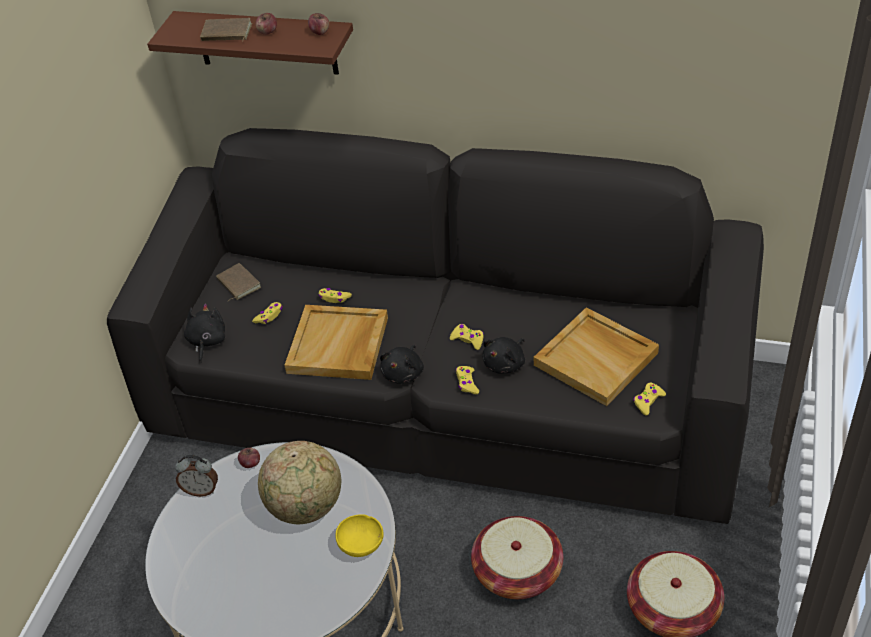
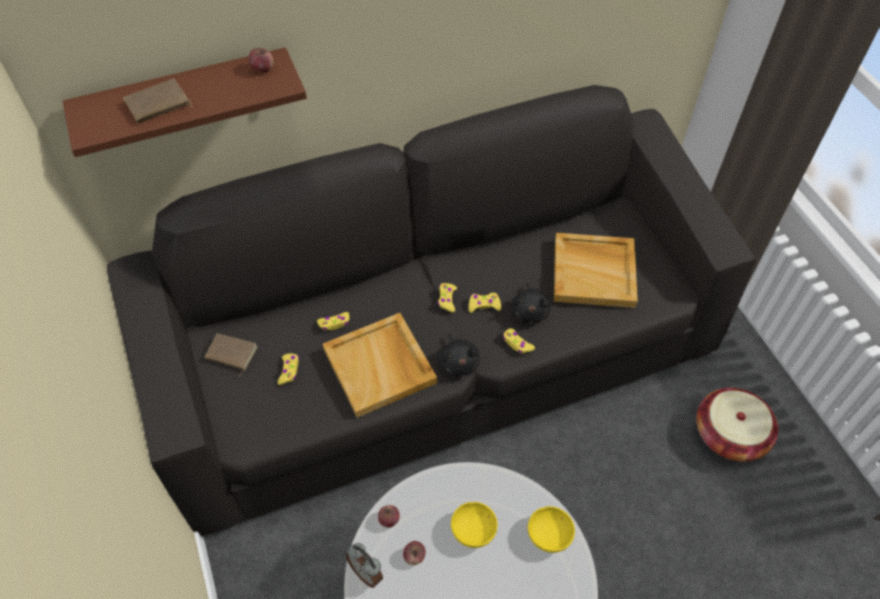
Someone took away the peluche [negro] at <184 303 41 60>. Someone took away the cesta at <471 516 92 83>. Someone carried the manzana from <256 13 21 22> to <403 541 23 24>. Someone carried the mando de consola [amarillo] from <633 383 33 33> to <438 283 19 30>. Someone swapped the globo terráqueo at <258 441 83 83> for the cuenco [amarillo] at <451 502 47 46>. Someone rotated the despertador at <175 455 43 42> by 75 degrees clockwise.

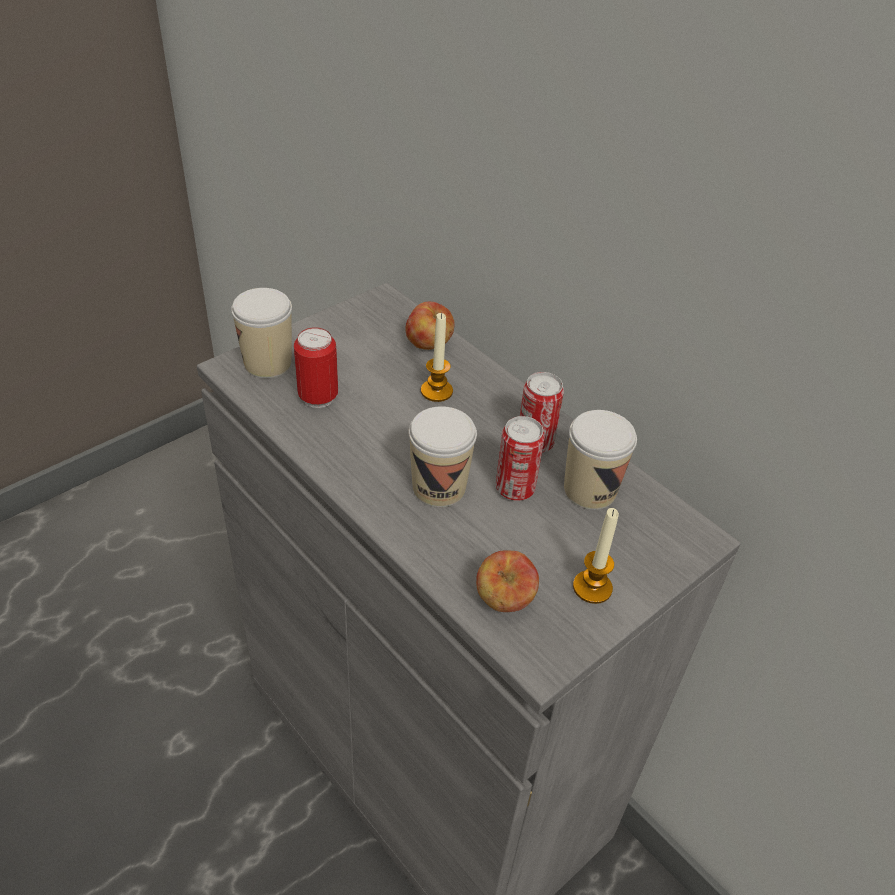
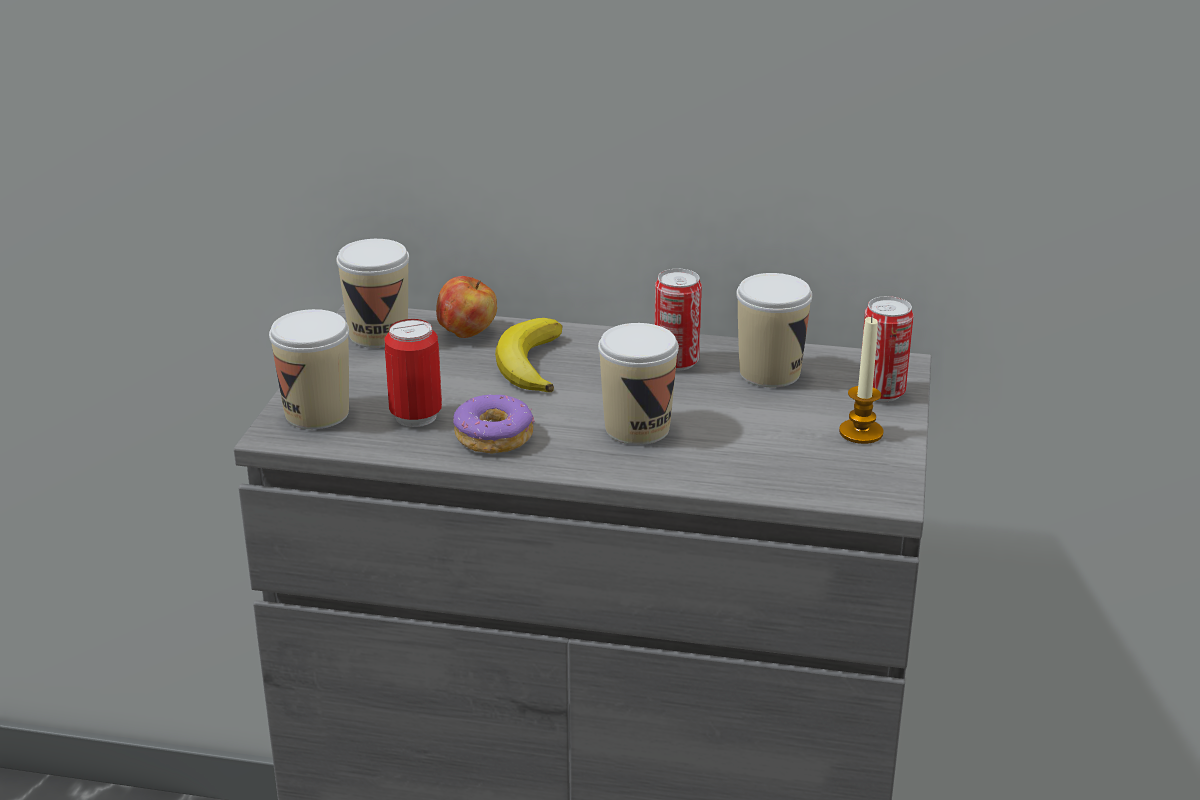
Someone took away the manzana at <476 550 63 62>. Someone put down the taza at <336 239 73 109>. Someone put down the rosquilla at <453 394 82 60>. Someone carried the lata from <496 416 49 85> to <860 296 54 106>. Someone swapped the vela at <421 313 32 89> for the plátano at <495 318 67 74>.

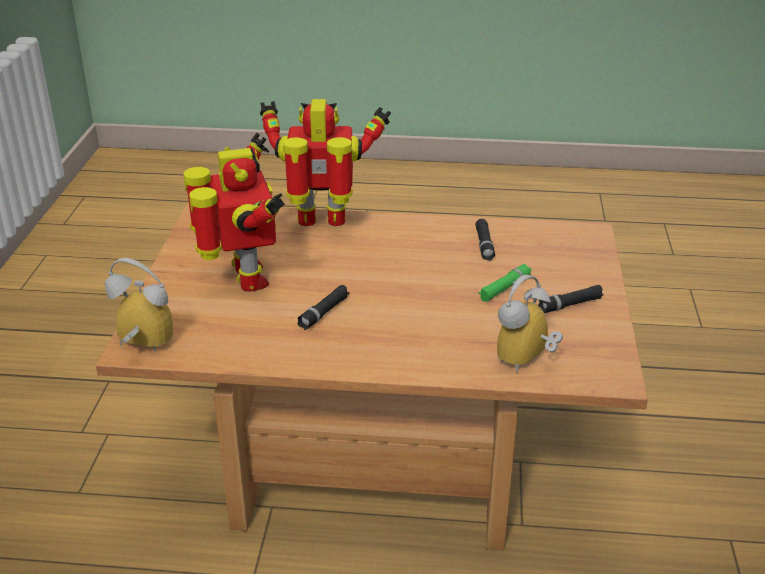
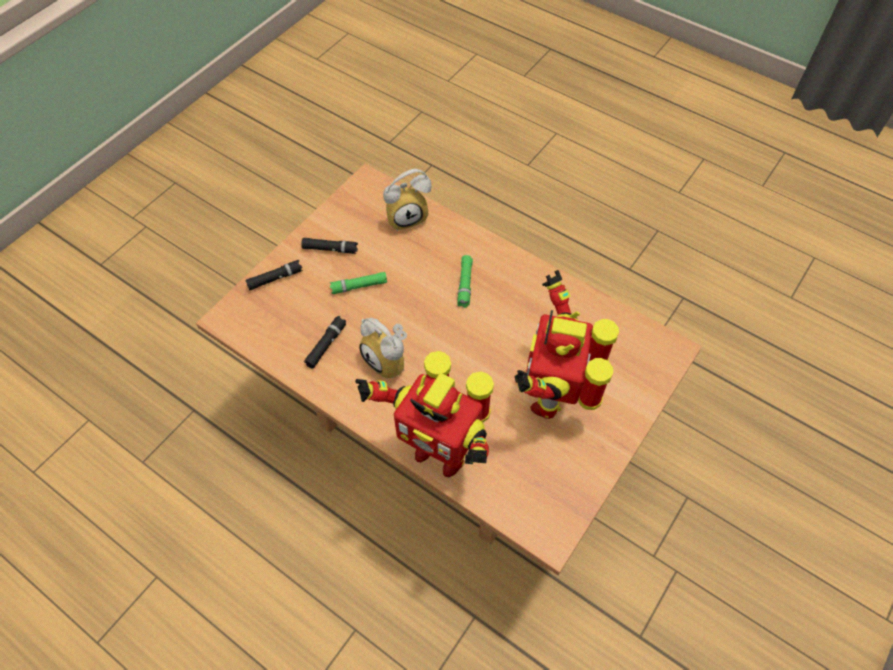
Someone put down the linterna [verde] at <457 255 16 53>. Someone carried the despertador from <105 258 68 94> to <359 318 48 60>. Someone carried the linterna [negro] from <297 285 52 45> to <245 260 58 30>.

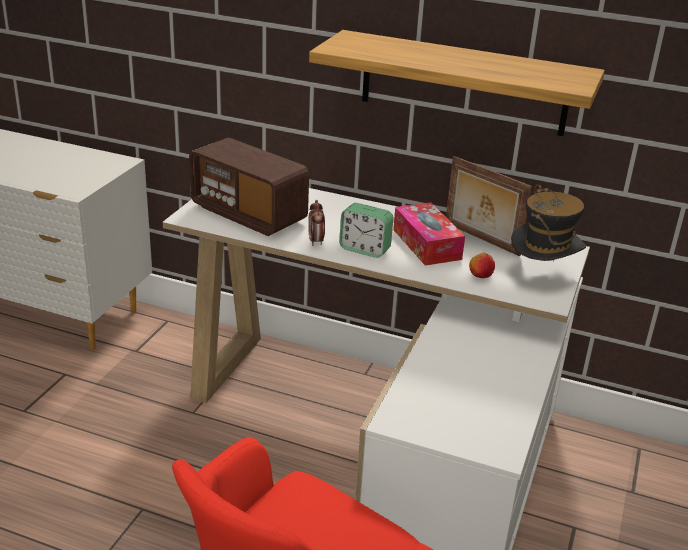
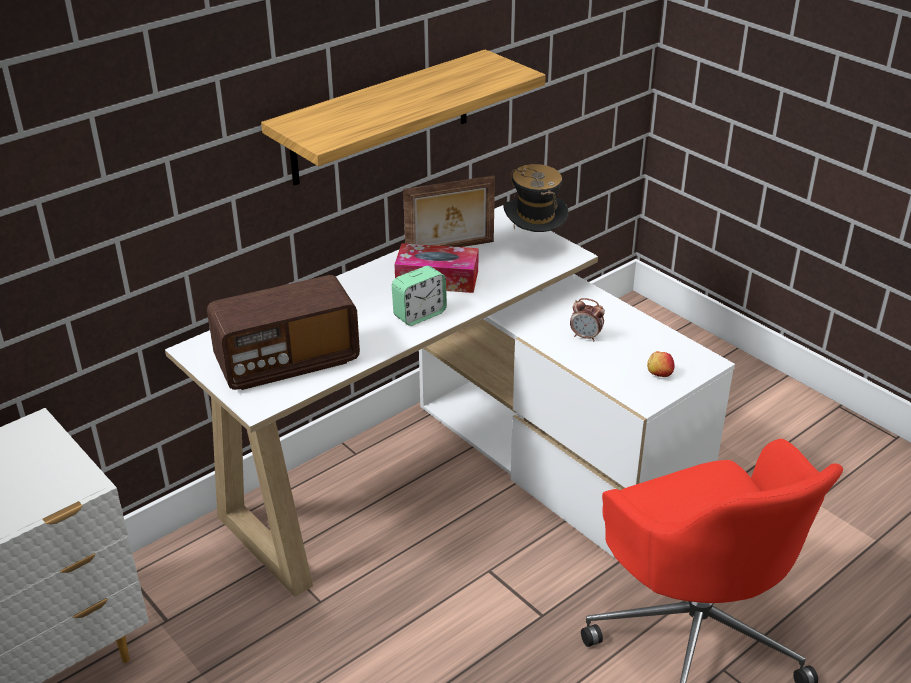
Someone carried the despertador from <308 200 17 46> to <570 298 35 43>. Someone carried the manzana from <469 253 26 25> to <647 351 27 26>.

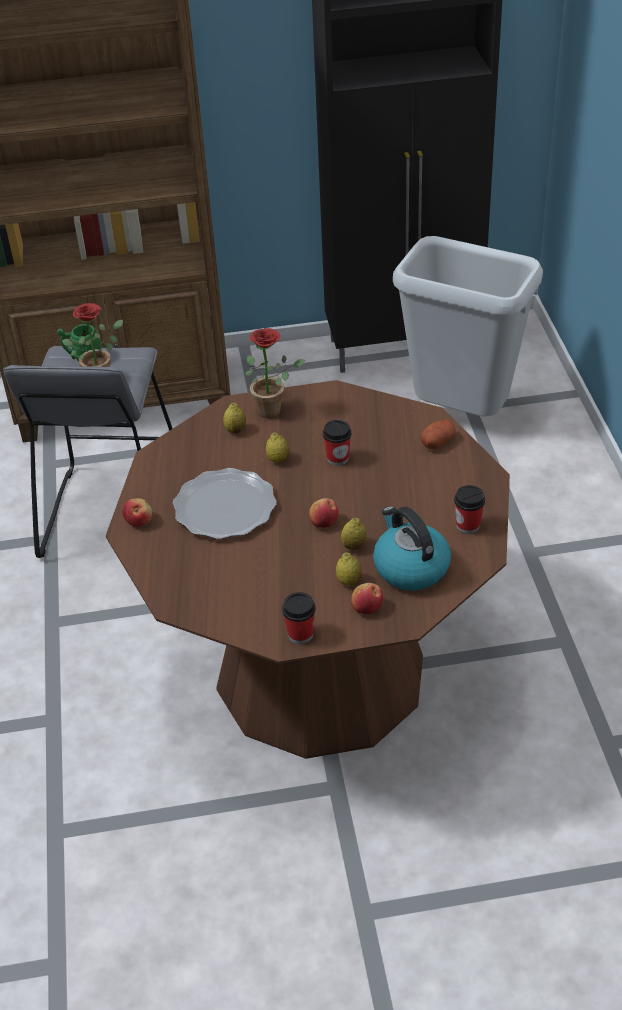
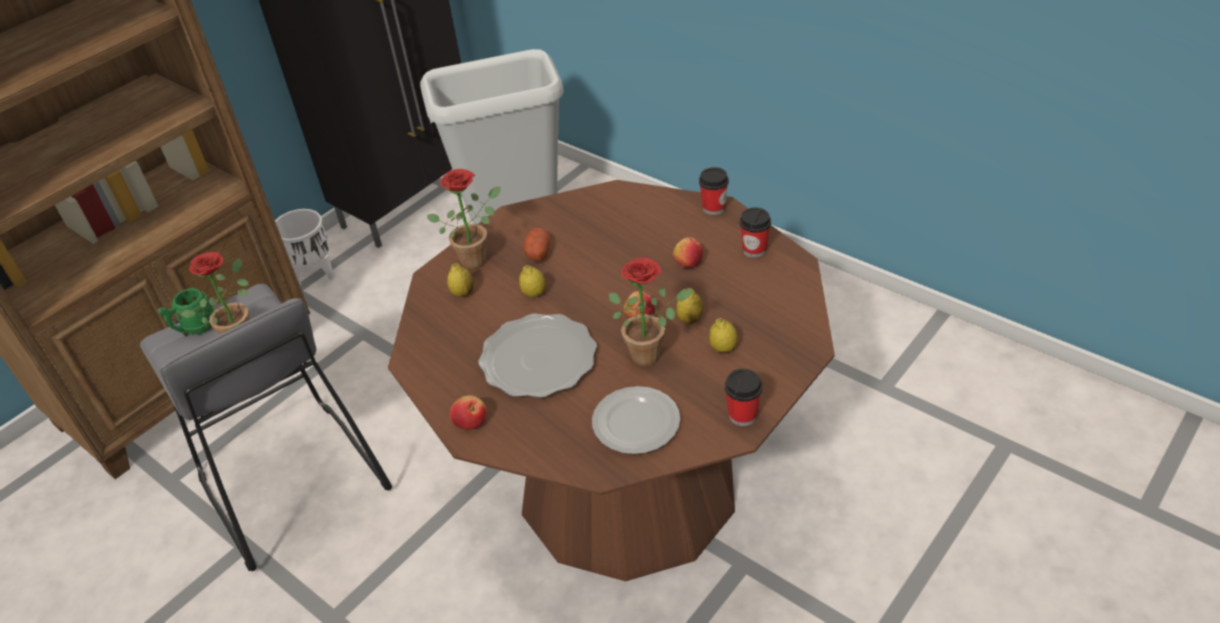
Someone took away the hervidor at <373 506 78 85>. Someone put down the maceta [blanco] at <275 209 60 76>. Someone put down the plato at <592 386 88 68>. Someone put down the planta en maceta at <609 258 83 109>. Someone carried the taza from <323 420 28 46> to <699 167 30 48>. Someone carried the manzana from <351 583 32 31> to <673 237 30 31>. Someone carried the patata from <421 420 35 29> to <524 227 26 34>.

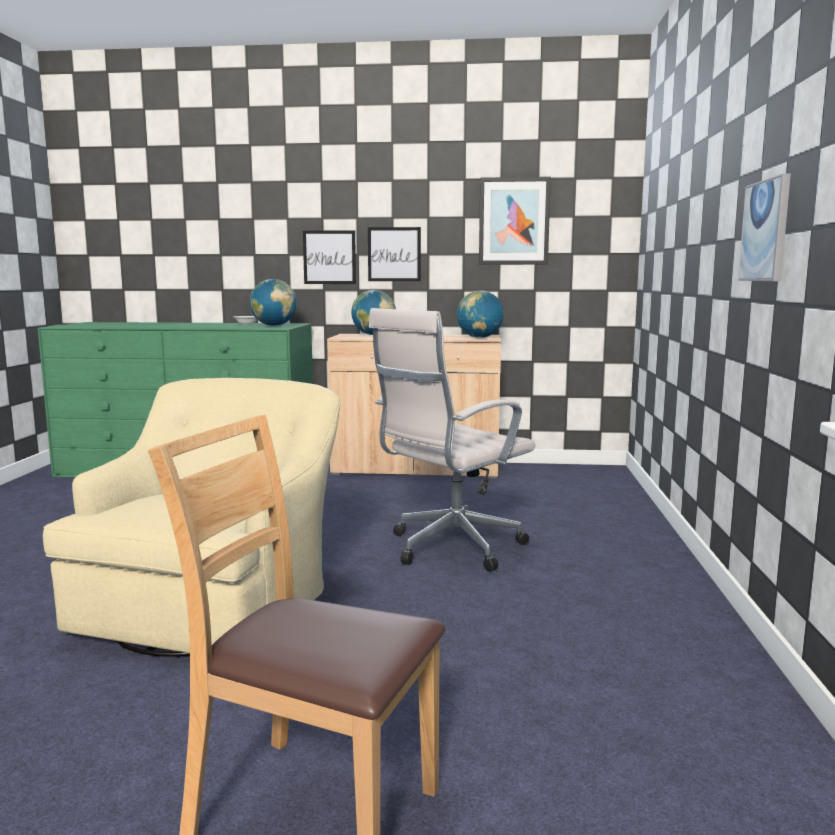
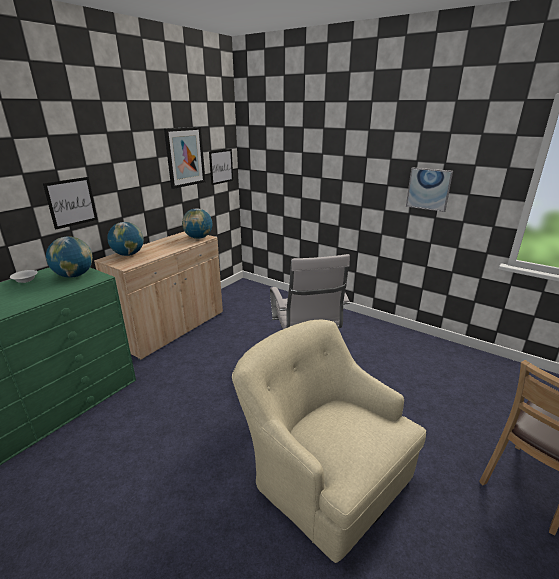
Someone carried the cuadro from <368 227 53 54> to <209 149 24 36>.

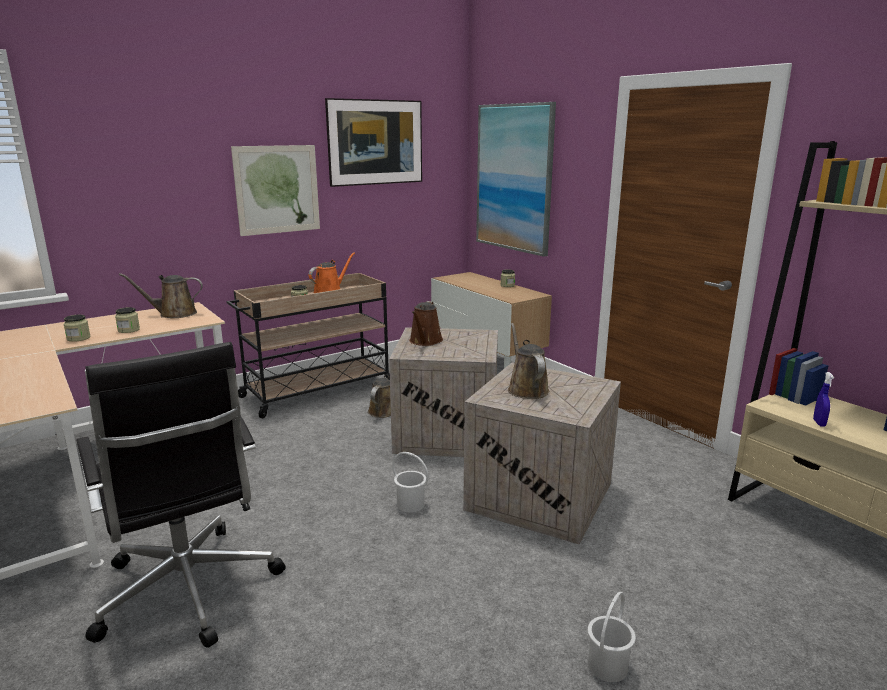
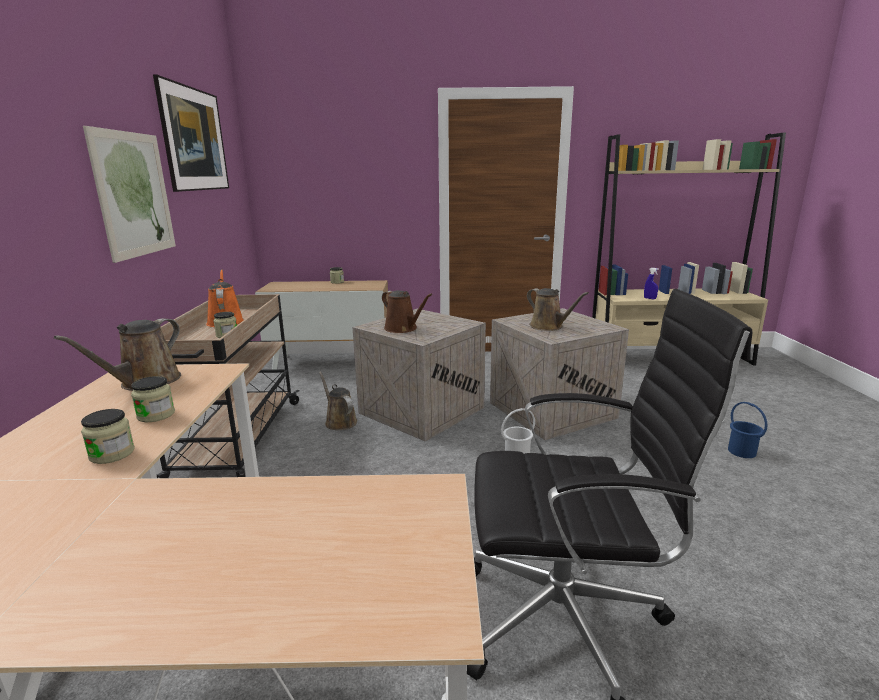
Someone took away the cuadro at <476 102 80 155>. Someone repainted the cubo [blanco] at <587 592 49 90>, which became the cubo [azul] at <728 402 39 56>. Someone rotated the regadera [marrón] at <508 323 41 76> by 150 degrees counterclockwise.

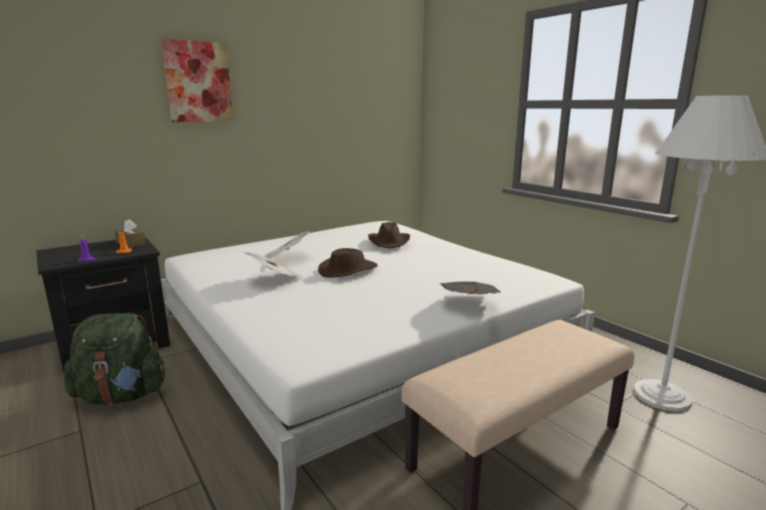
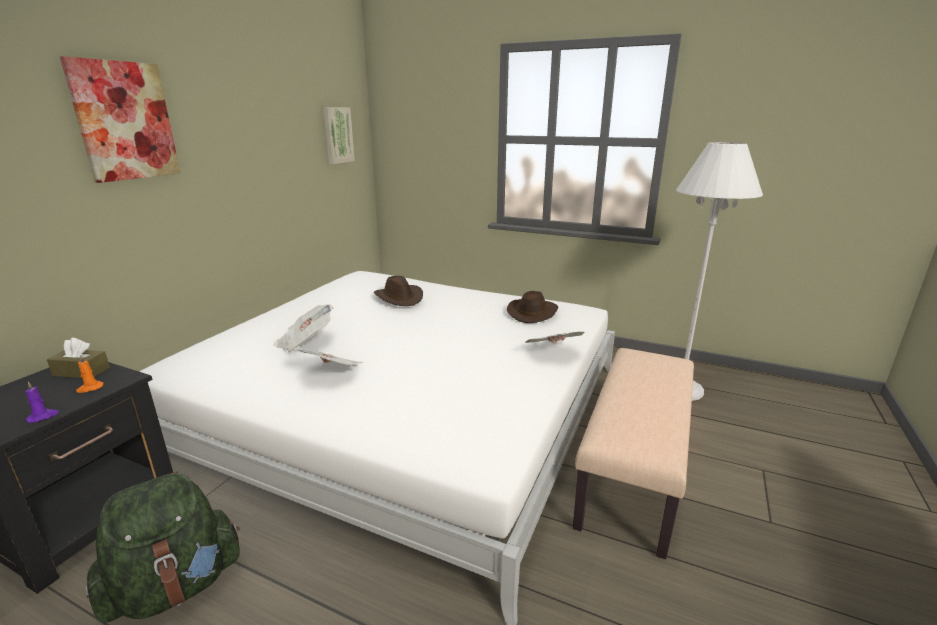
Someone put up the cuadro at <323 107 32 57>. Someone carried the sombrero [marrón] from <318 248 60 30> to <507 291 51 32>.

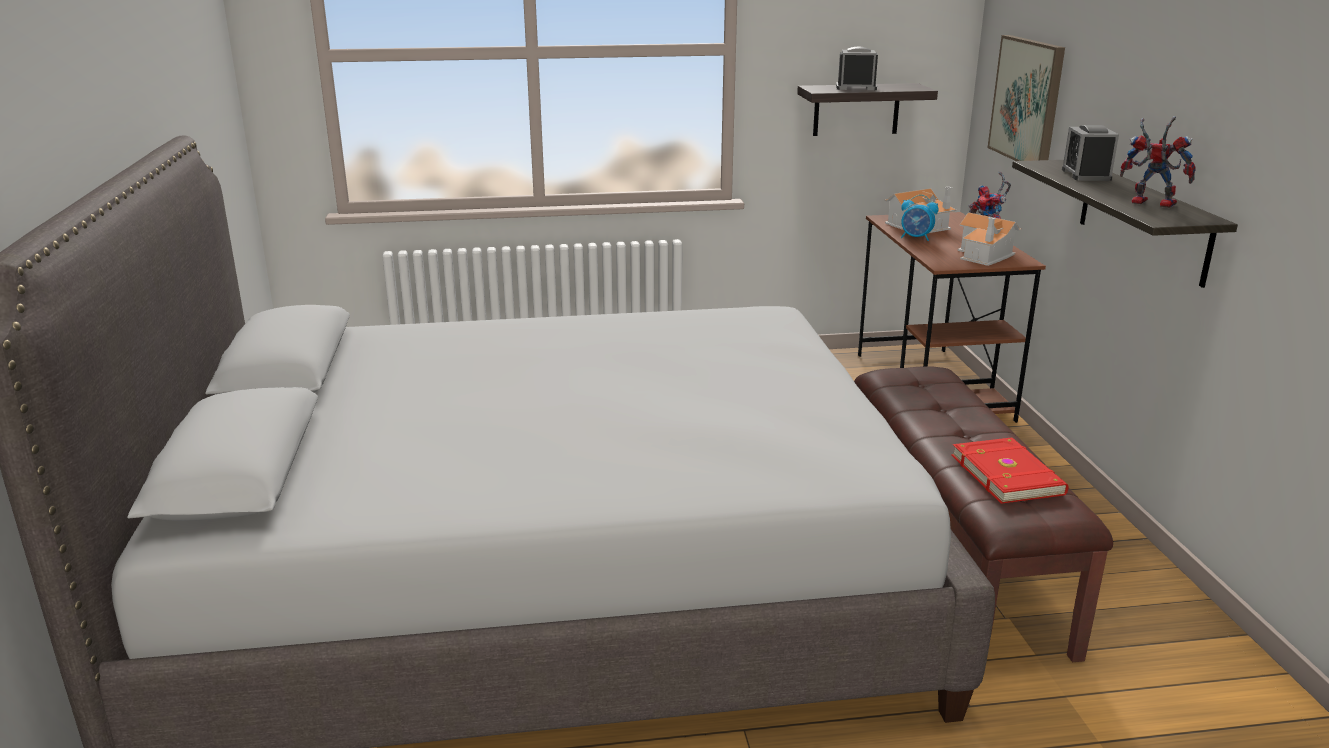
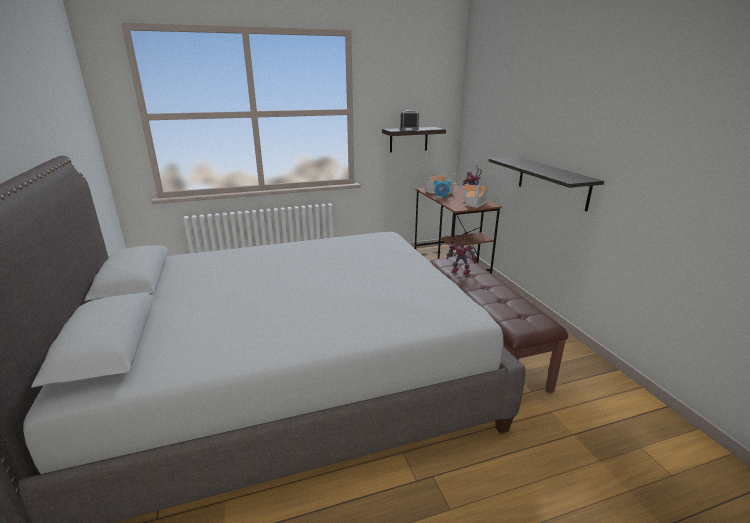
Someone took away the libro [rojo] at <952 437 116 67>. Someone took away the cuadro at <987 35 78 126>. Someone took away the despertador at <1062 125 57 56>. Someone carried the robot de juguete from <1120 116 76 92> to <447 237 30 38>.

